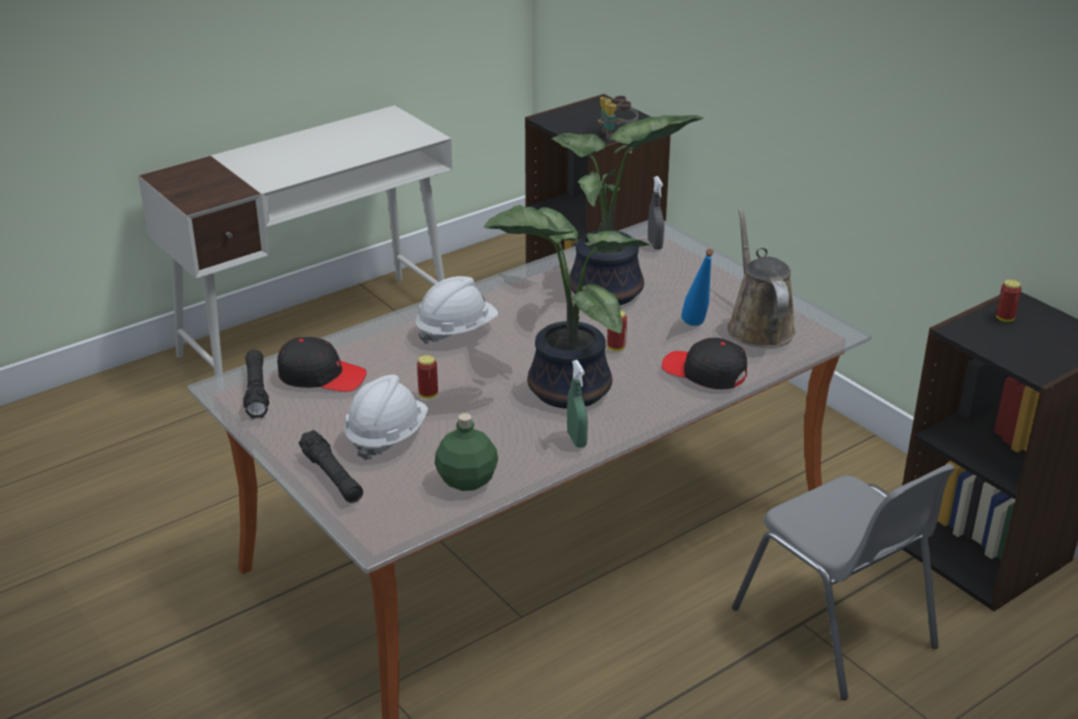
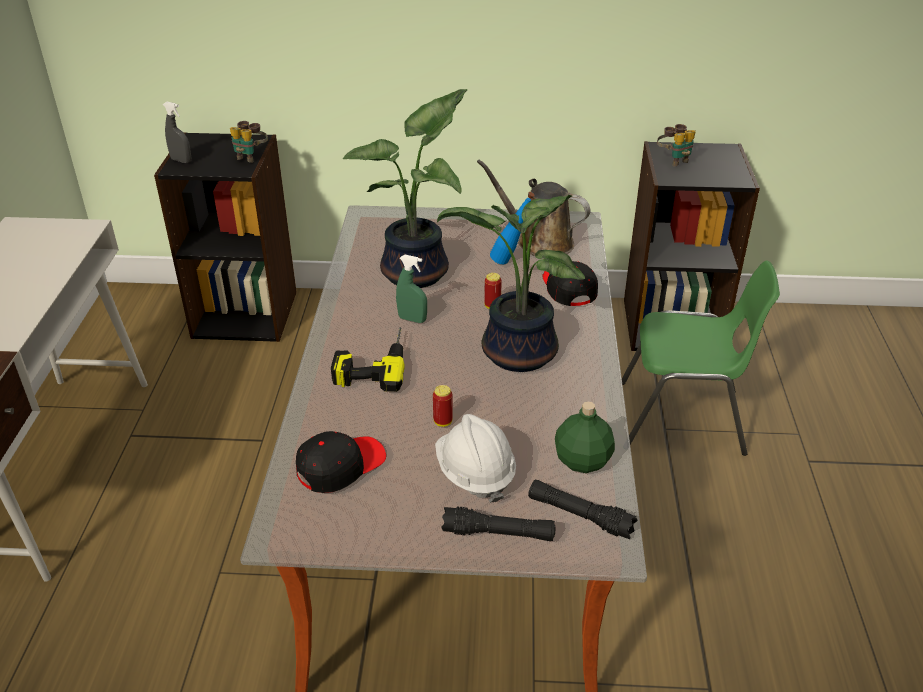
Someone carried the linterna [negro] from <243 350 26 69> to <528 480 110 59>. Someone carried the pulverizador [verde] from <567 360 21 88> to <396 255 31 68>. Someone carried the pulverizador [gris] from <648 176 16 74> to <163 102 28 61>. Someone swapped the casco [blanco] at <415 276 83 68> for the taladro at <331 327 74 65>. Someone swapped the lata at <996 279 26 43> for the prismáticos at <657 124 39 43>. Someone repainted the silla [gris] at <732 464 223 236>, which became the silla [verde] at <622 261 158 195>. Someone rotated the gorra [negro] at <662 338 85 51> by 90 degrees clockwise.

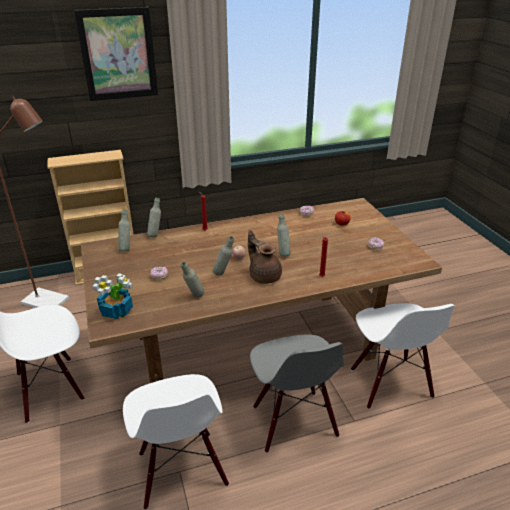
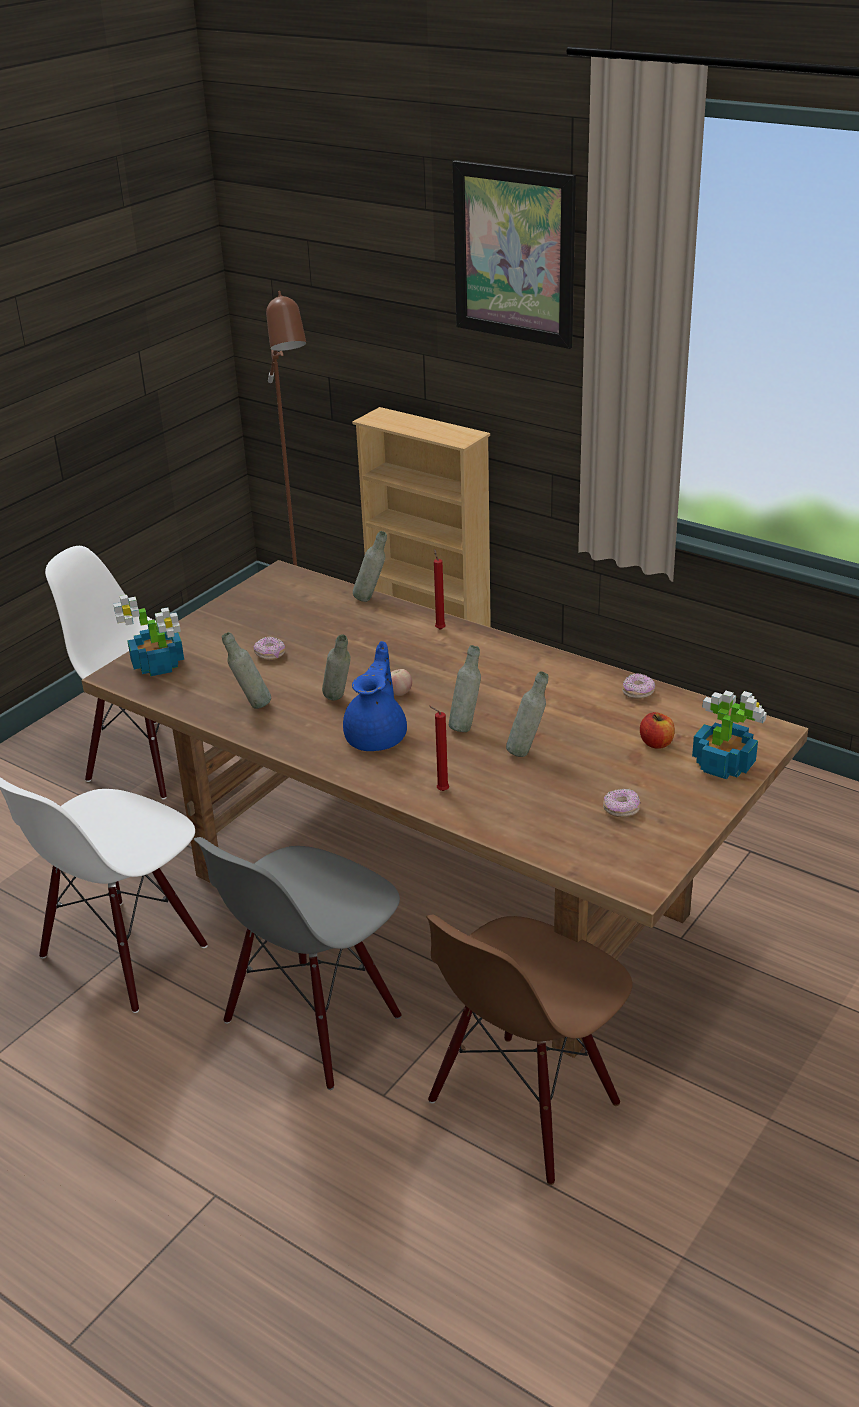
Someone put down the planta en maceta at <692 691 75 88>. Someone carried the botella [gris] from <119 210 11 41> to <506 671 42 86>. Someone repainted the tetera [marrón] at <248 230 34 54>, which became the tetera [azul] at <343 641 64 110>. Someone repainted the silla [blanco] at <351 303 104 106>, which became the silla [marrón] at <426 915 207 270>.

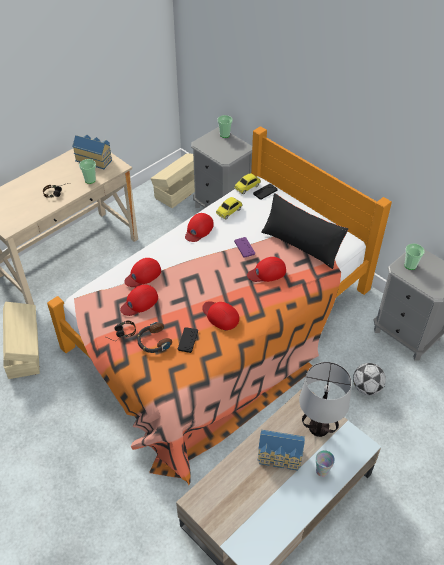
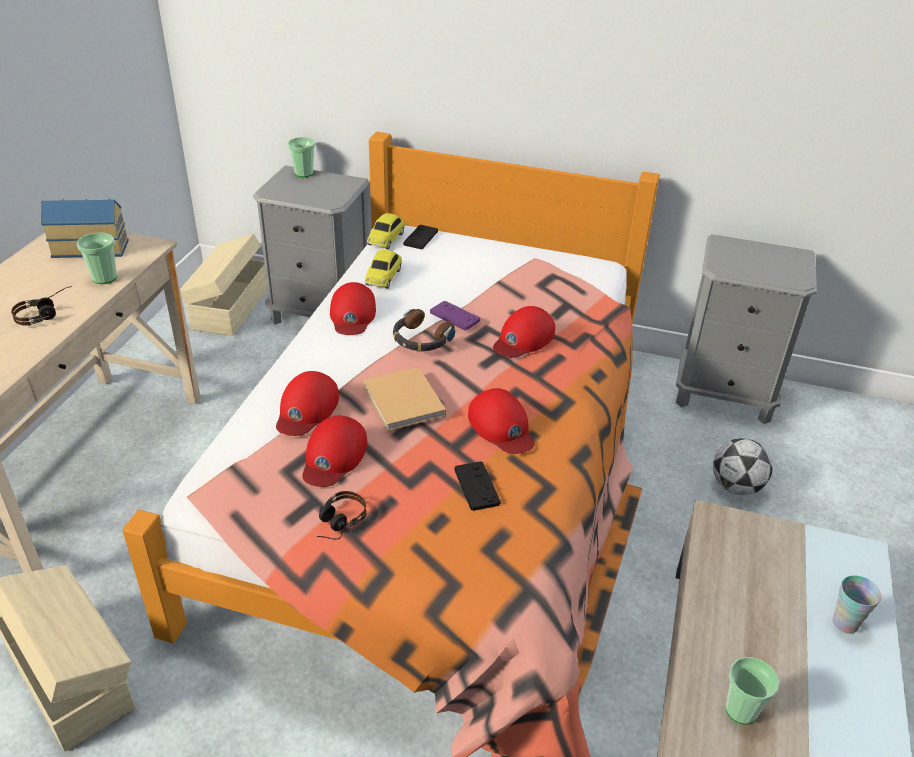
Someone took away the casita at <258 430 47 41>. Someone took away the cojín [negro] at <262 193 86 76>. Someone took away the lámpara de mesa at <299 362 53 75>. Someone put down the libro [beis] at <363 367 83 64>. Someone carried the auriculares from <137 322 35 31> to <393 309 62 43>. Someone carried the taza from <404 244 21 26> to <725 657 54 68>. Someone rotated the gorra [rojo] at <202 301 37 29> by 135 degrees counterclockwise.

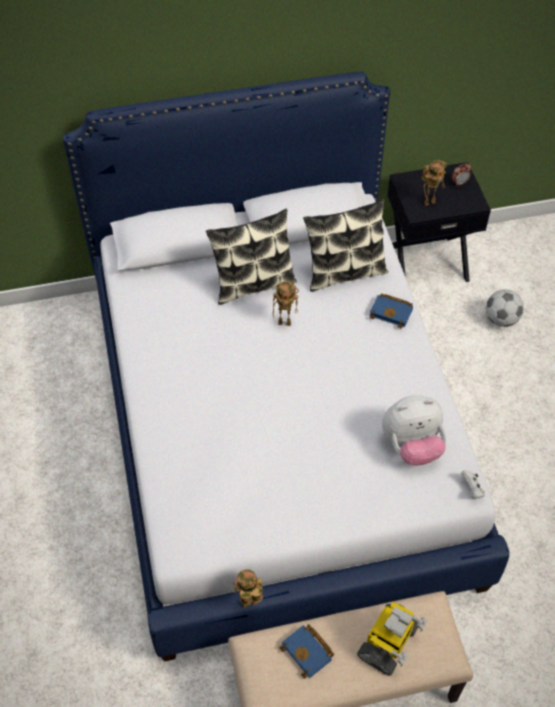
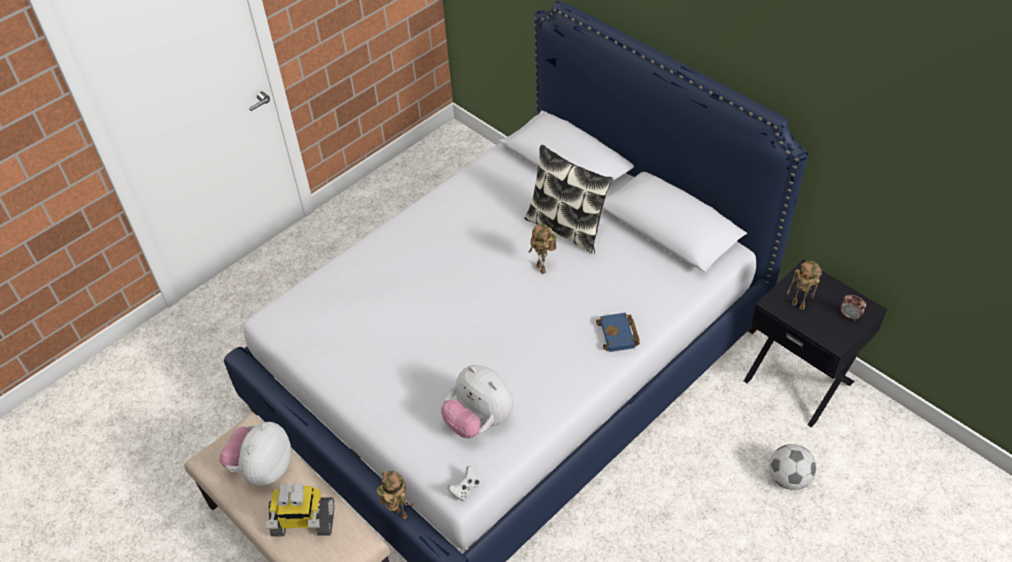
Someone took away the cojín at <303 199 85 93>. Someone carried the robot de juguete from <233 569 30 39> to <377 471 37 49>. Someone swapped the libro [azul] at <279 624 55 55> for the peluche at <219 422 72 64>.

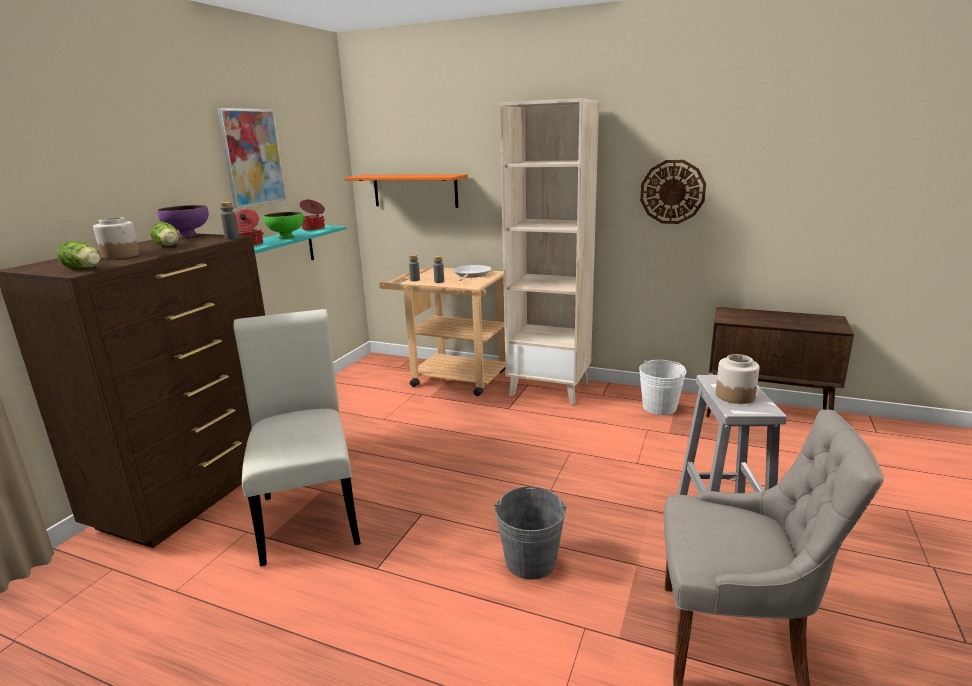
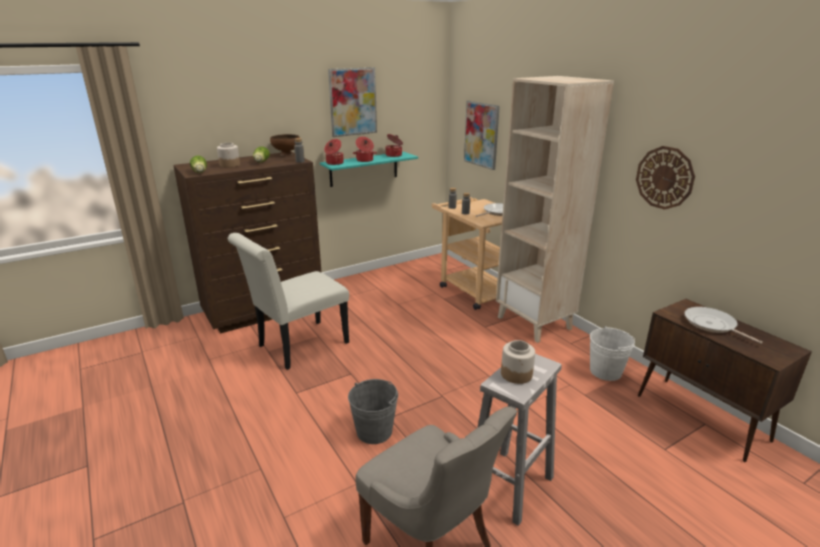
Someone put down the sartén at <684 307 79 37>. Someone swapped the cuenco [verde] at <264 212 40 27> for the olla at <353 137 24 25>. Someone swapped the estante [naranja] at <345 174 123 34> for the cuadro at <464 101 36 69>. Someone repainted the cuenco [morado] at <157 205 52 33>, which became the cuenco [marrón] at <270 134 30 22>. Someone rotated the silla [blanco] at <234 309 127 257> by 150 degrees counterclockwise.

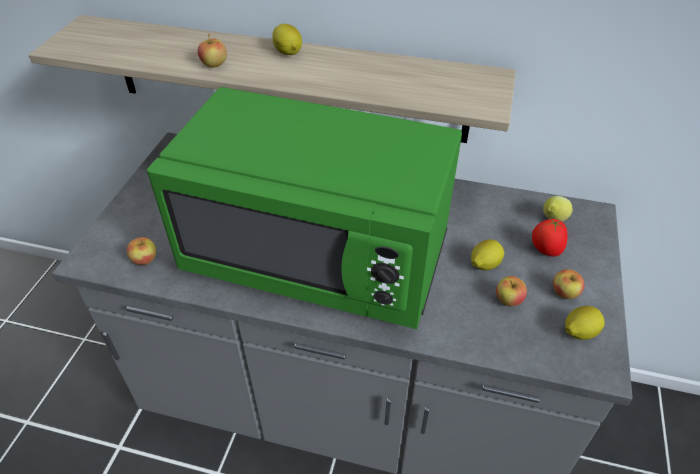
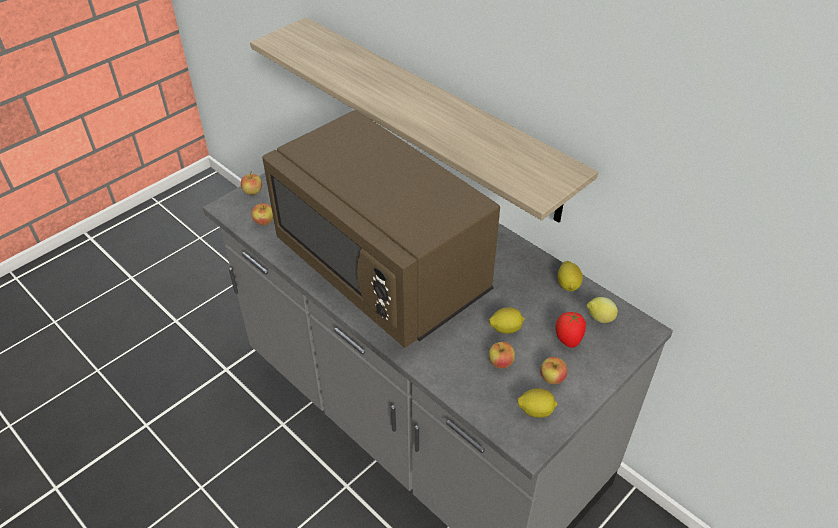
Someone carried the manzana from <198 33 29 35> to <241 172 21 23>. Someone carried the limón from <272 24 30 31> to <557 261 26 30>. Someone repainted the microondas [verde] at <147 87 315 242>, which became the microondas [marrón] at <262 110 238 238>.

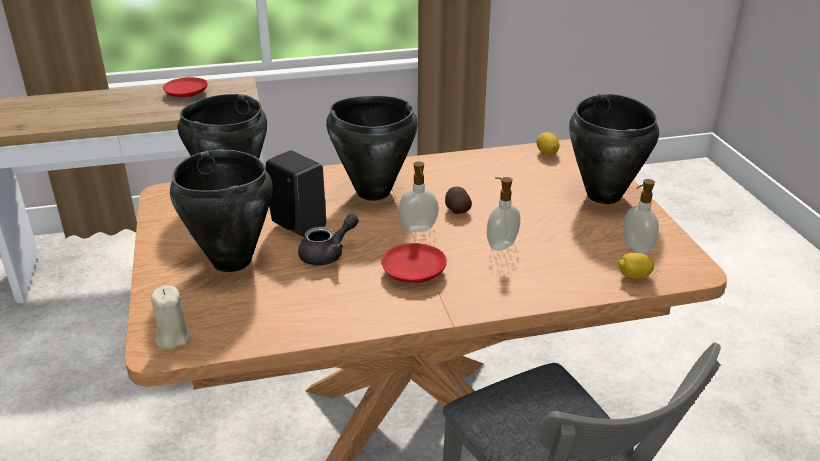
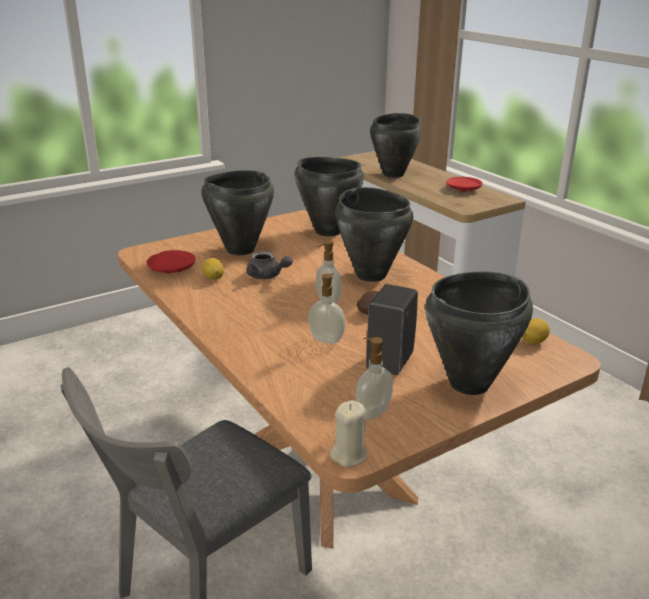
Someone put down the olla [negro] at <370 113 52 65>. Someone carried the vela [beis] from <151 285 39 64> to <330 401 37 66>. Someone carried the dispensador de jabón [negro] from <266 150 61 87> to <366 284 52 91>. Someone carried the plato [rojo] from <381 243 66 40> to <146 250 49 24>. Someone carried the limón from <618 253 36 26> to <202 258 22 22>.

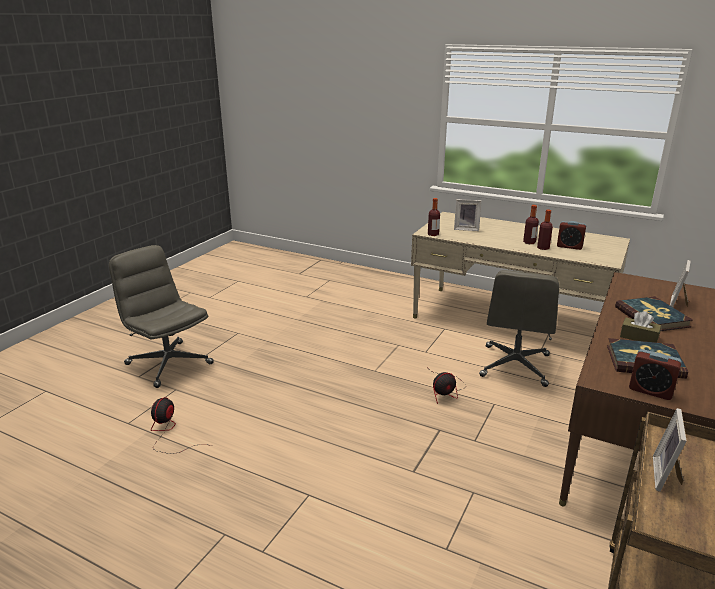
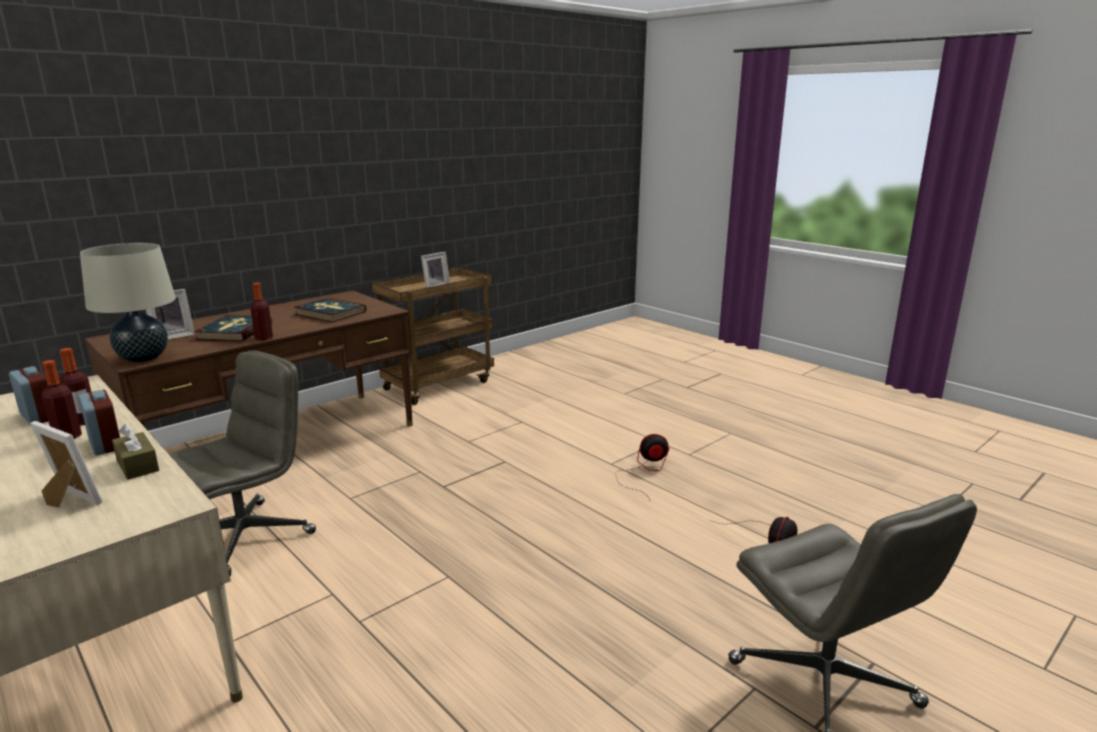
Someone put down the lámpara de mesa [beis] at <80 243 96 119>. Someone carried the botella from <428 198 12 38> to <250 283 23 57>. Someone carried the ventilador from <430 370 36 34> to <615 434 54 68>. Someone carried the caja de pañuelos [marrón] from <620 311 41 32> to <112 424 47 56>. Someone carried the despertador from <629 349 53 51> to <78 390 42 65>.

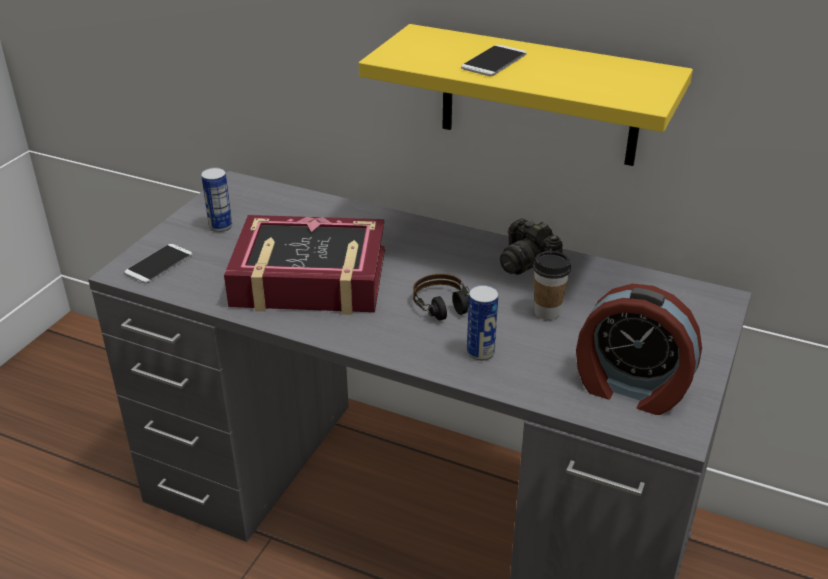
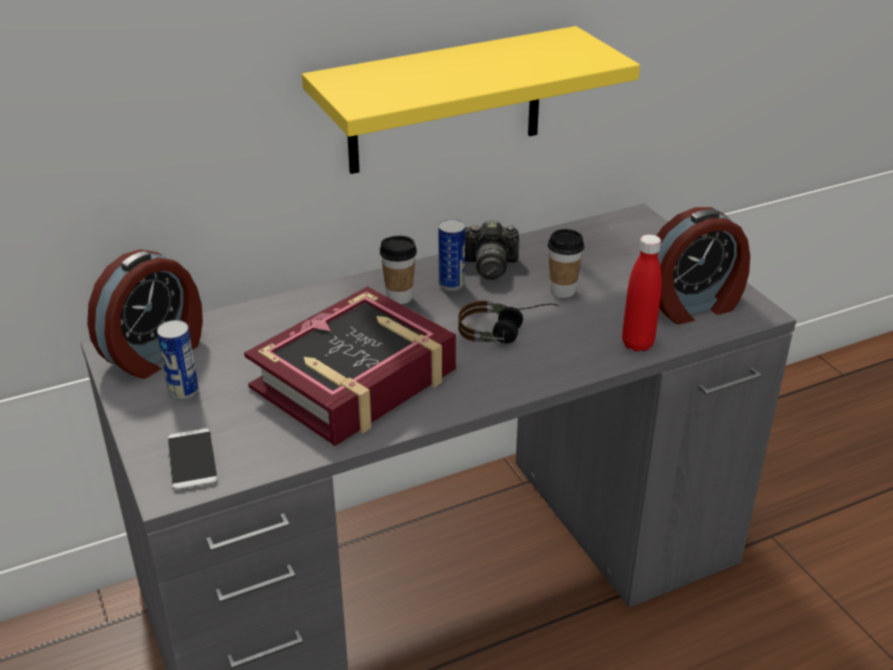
Someone took away the móvil at <461 45 66 31>. Someone put down the despertador at <87 249 116 130>. Someone put down the taza at <380 236 37 68>. Someone put down the botella [rojo] at <622 235 40 117>. Someone carried the lata from <467 285 32 76> to <439 219 26 72>.

